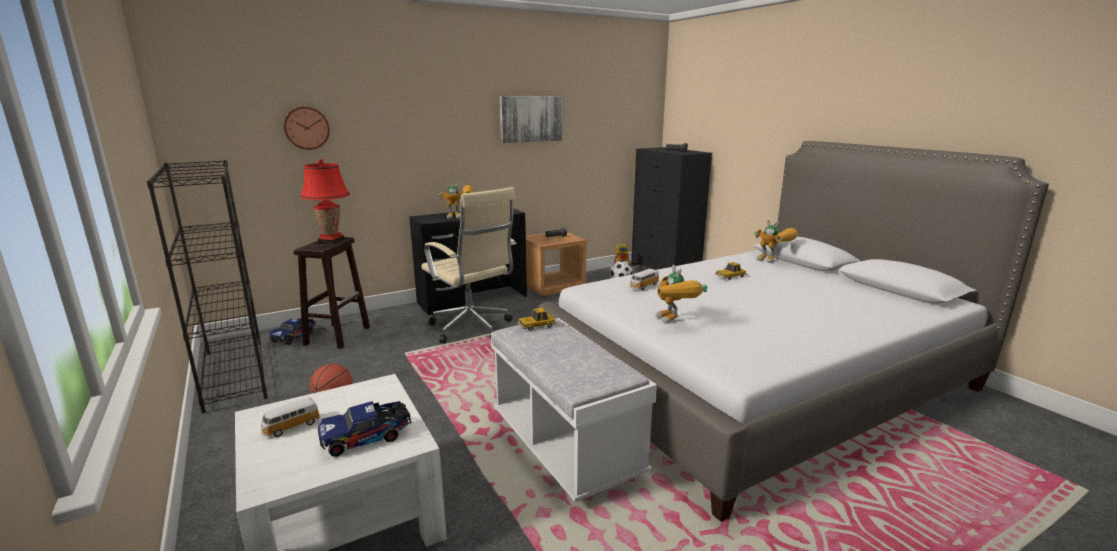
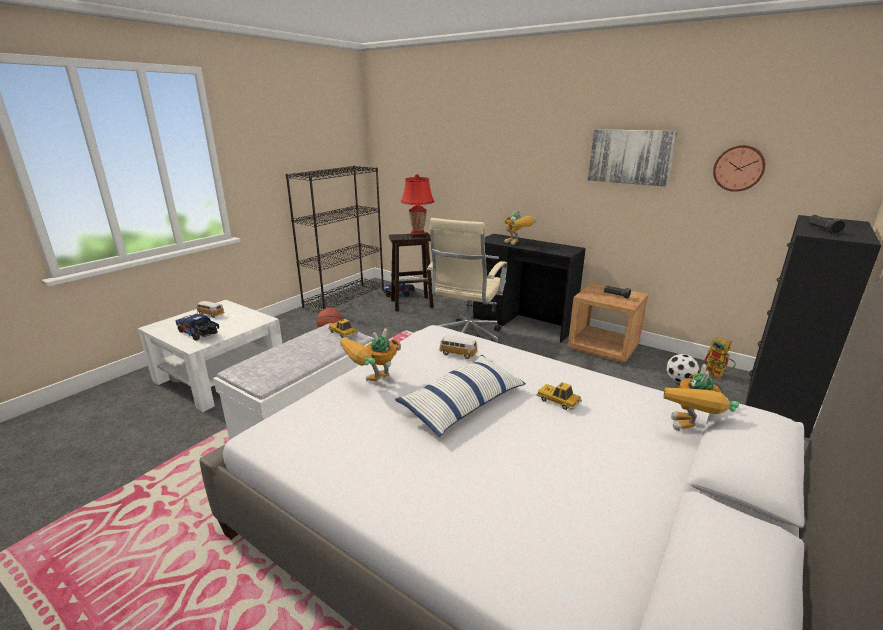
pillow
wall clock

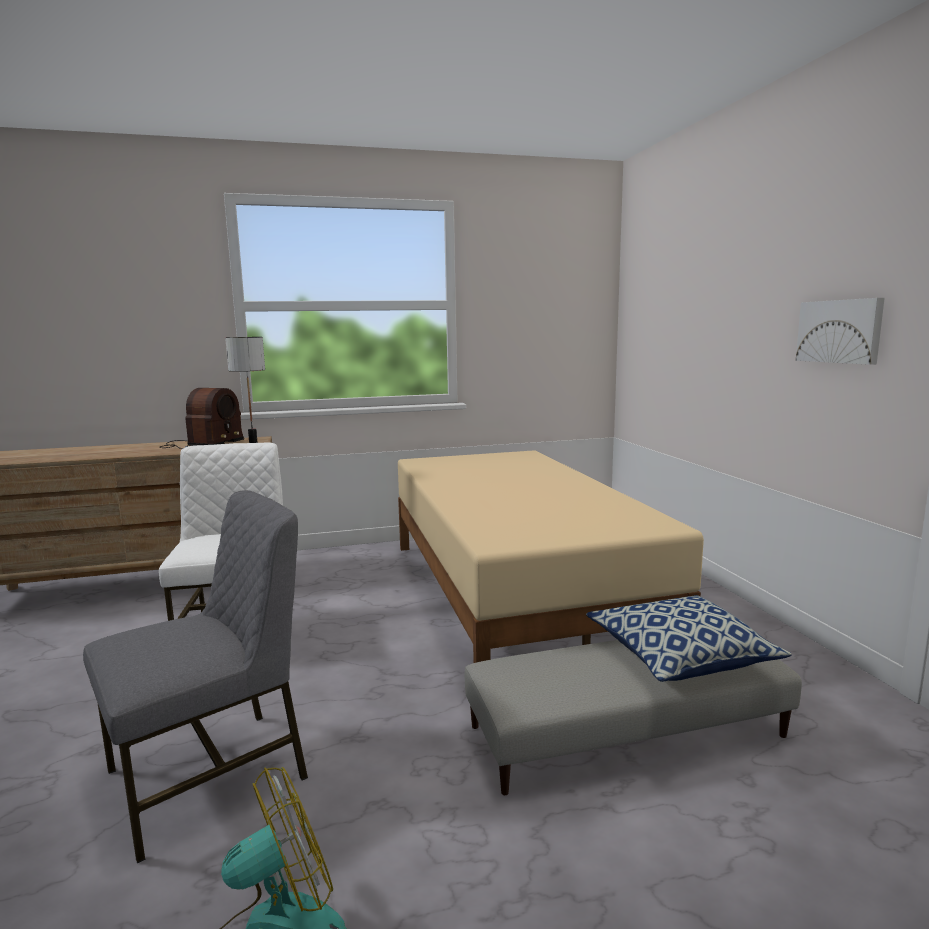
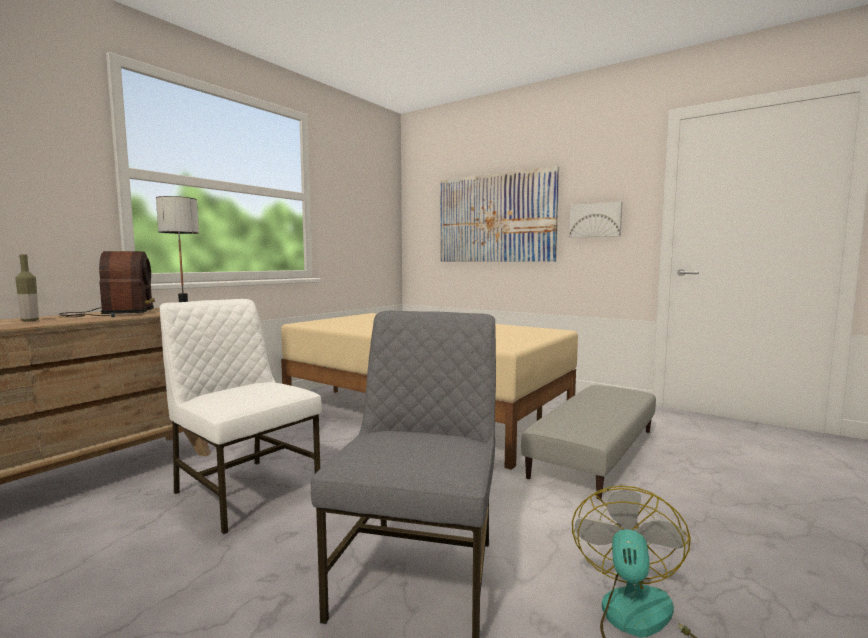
bottle
picture (1st from left)
pillow

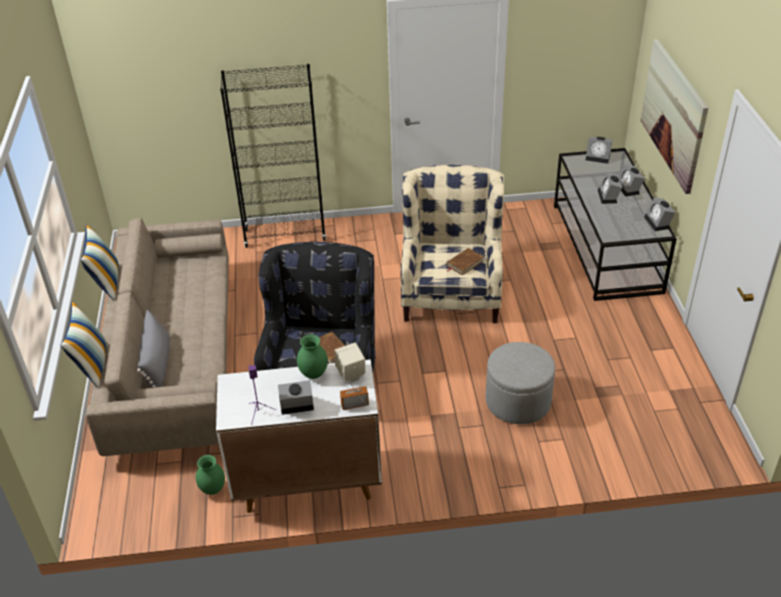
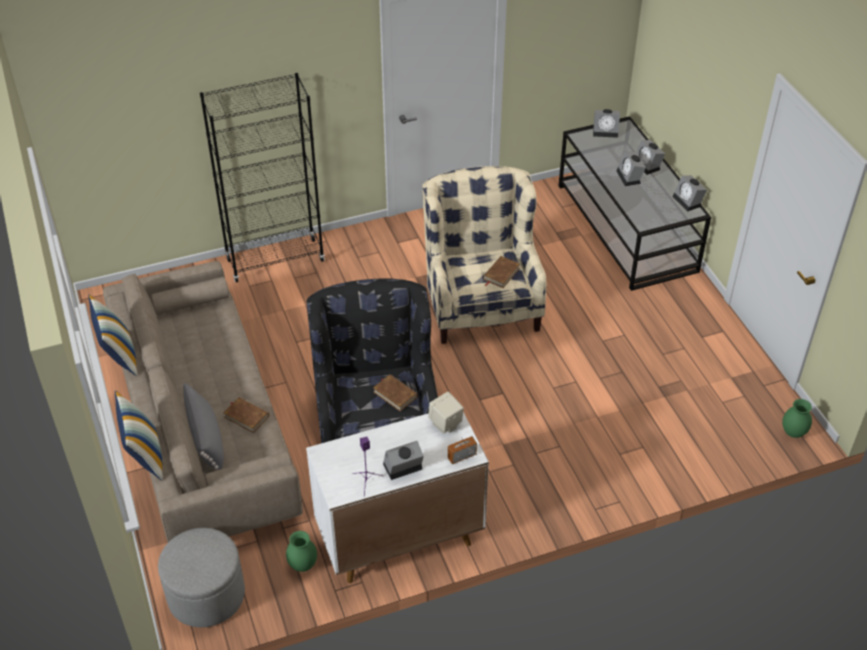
ottoman in grey
book in brown (1st from left)
vase in green (2nd from left)
picture

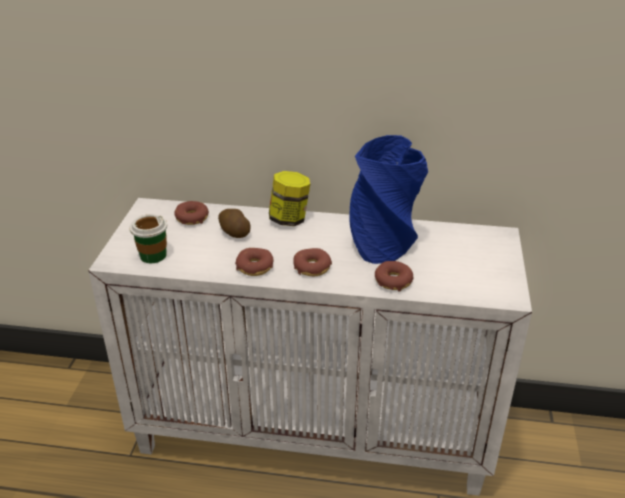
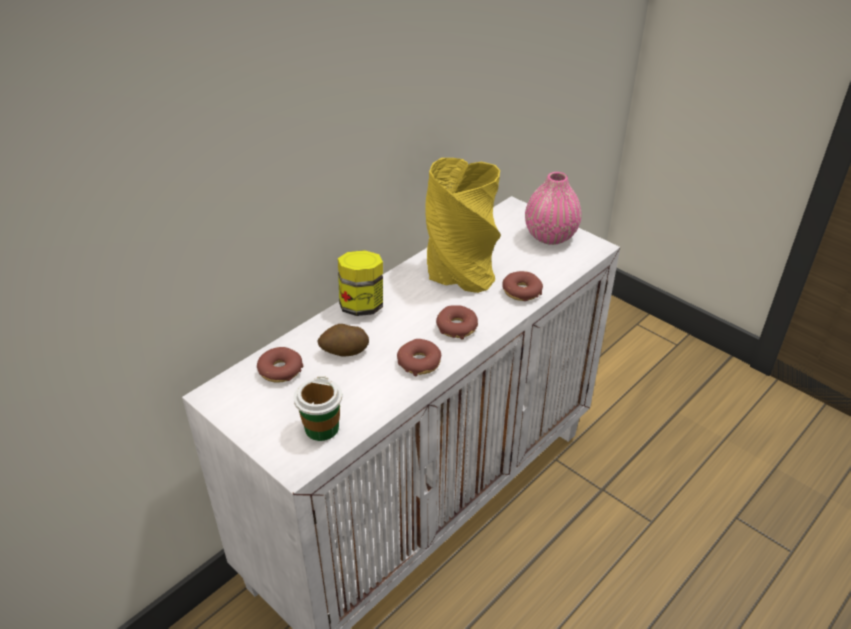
vase in yellow
vase in pink

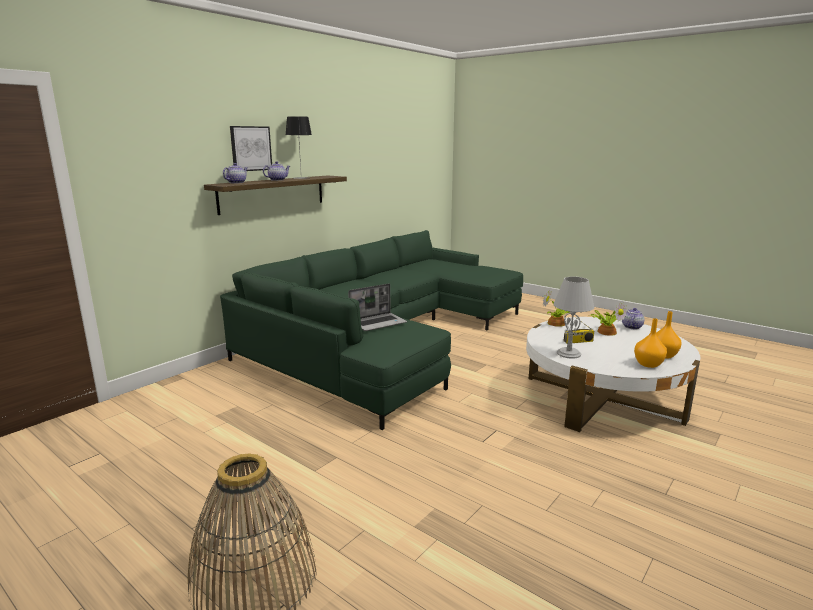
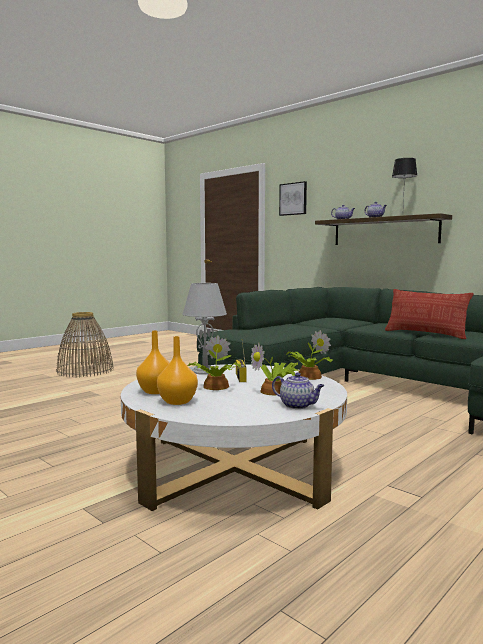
potted plant (1st from left)
picture
pillow
laptop

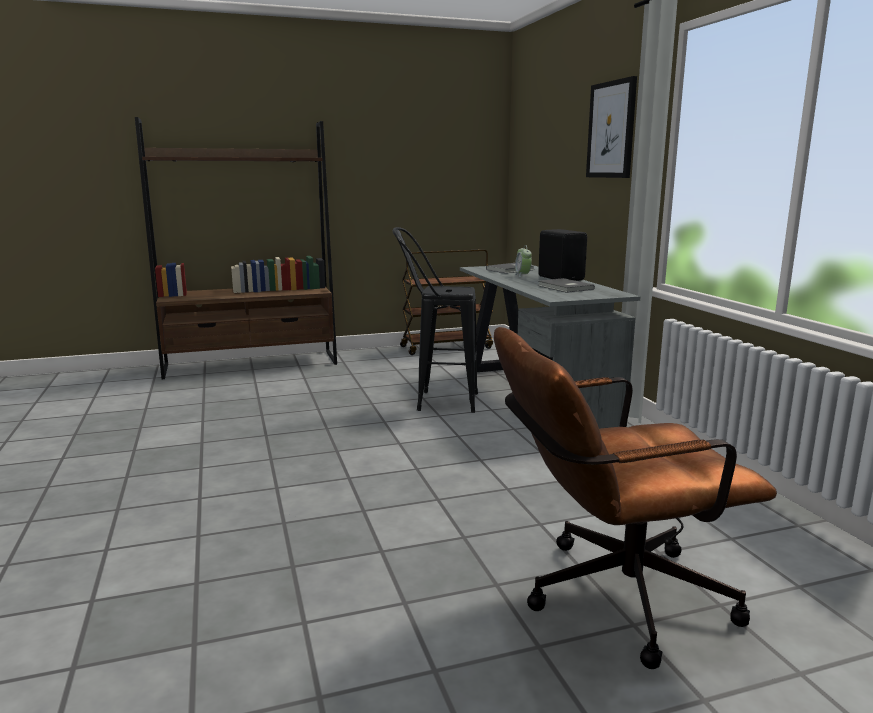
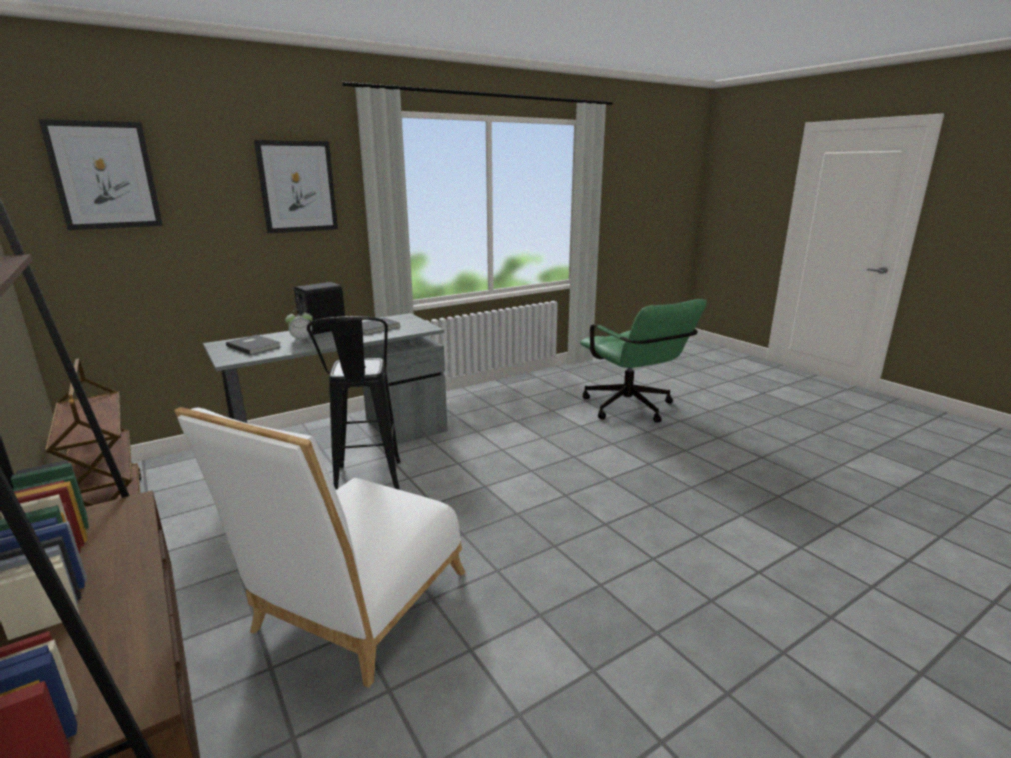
picture (1st from left)
chair in white
office chair in green

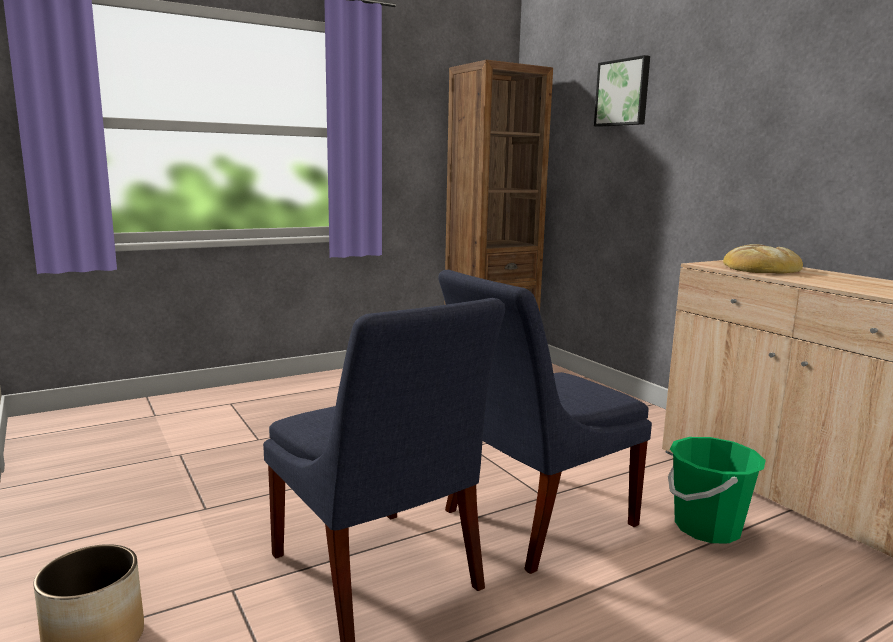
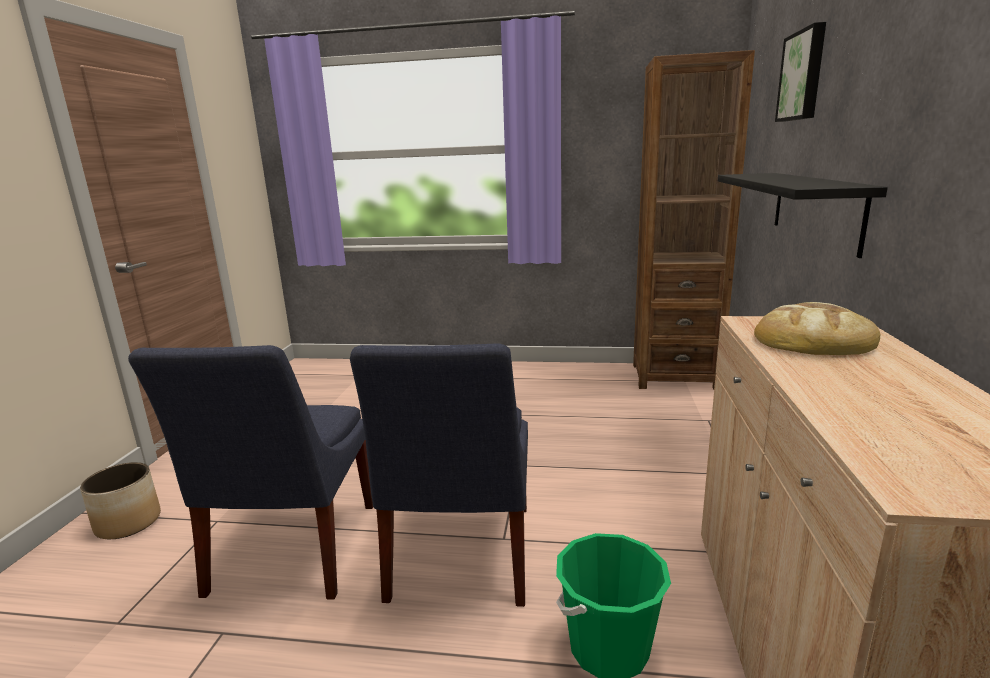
chair in blue (2nd from left)
shelf in black

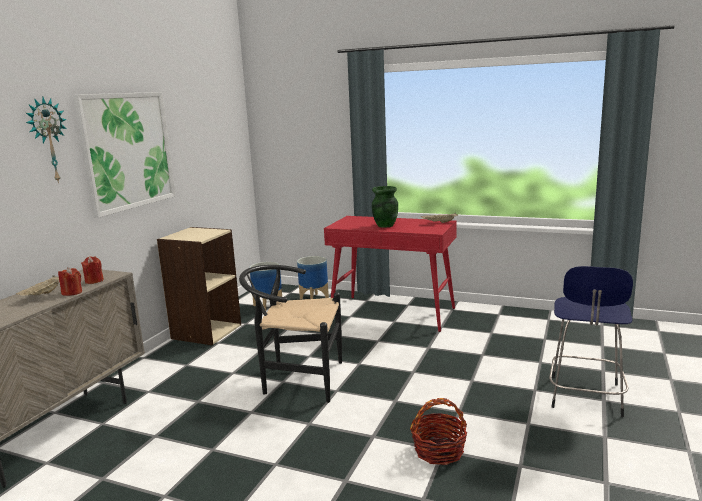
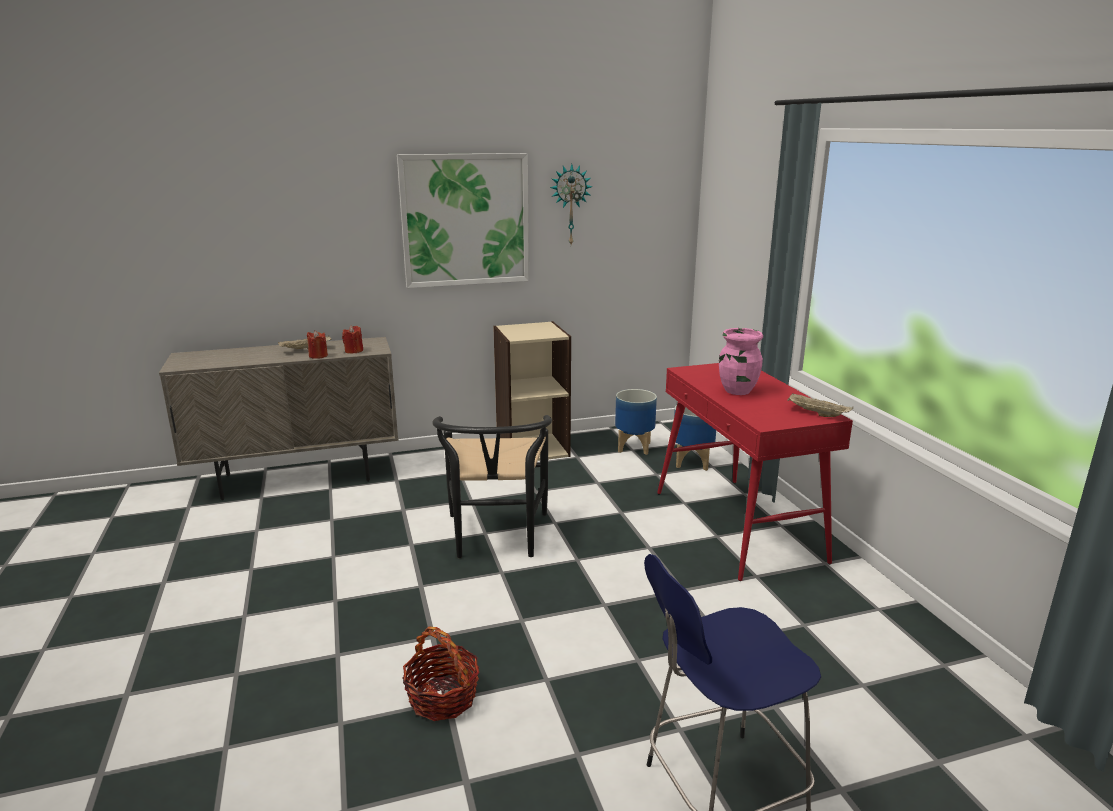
chair in black
wall clock
vase in pink

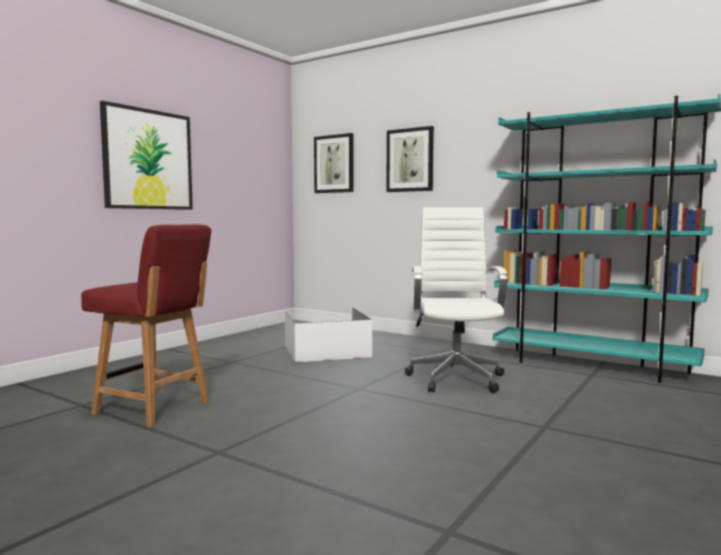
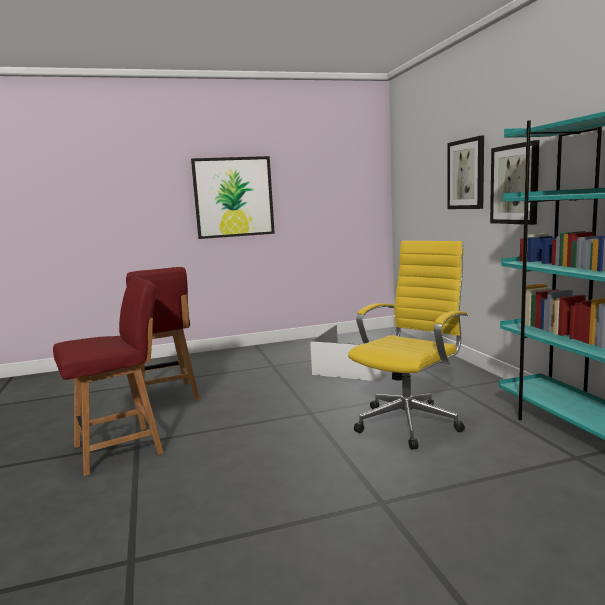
chair in red (1st from left)
office chair in yellow
picture (3rd from left)

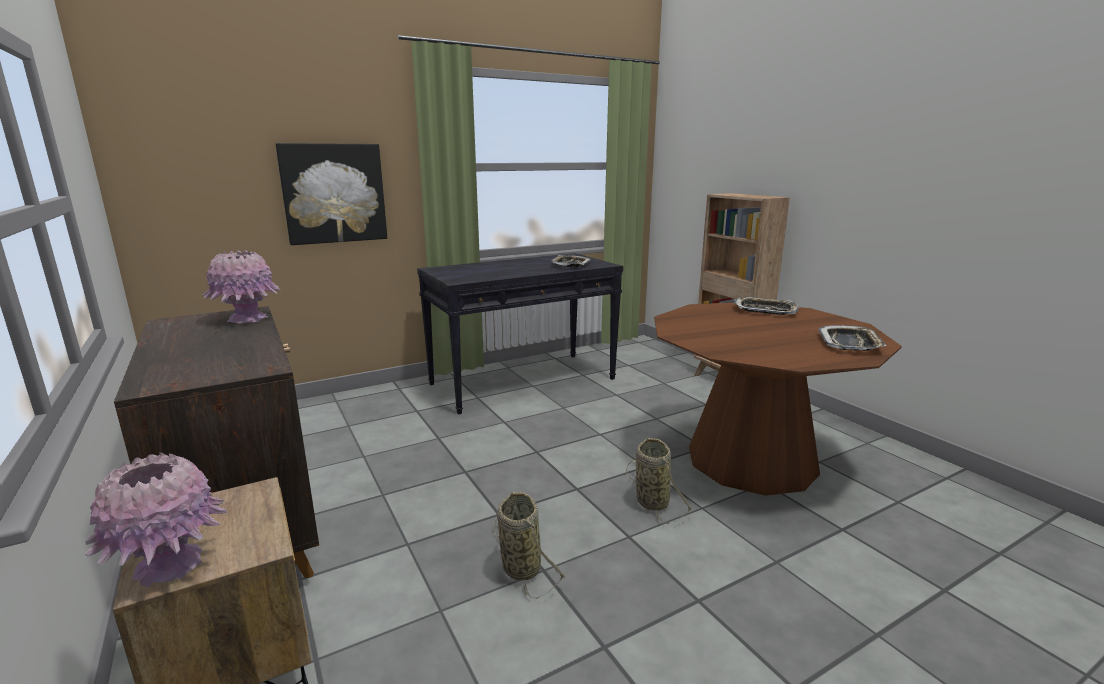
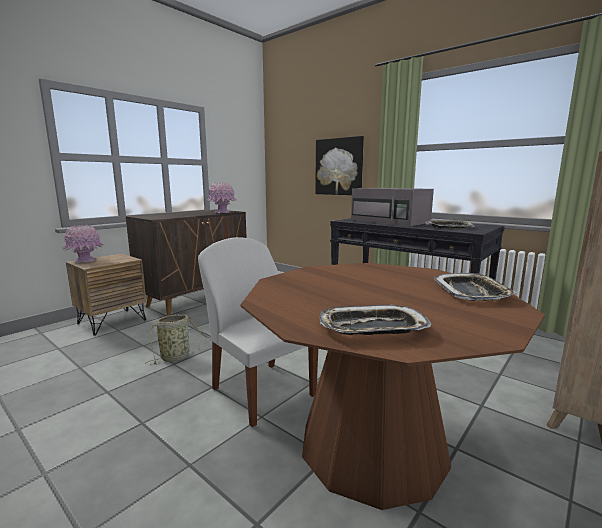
chair in white
microwave in grey

